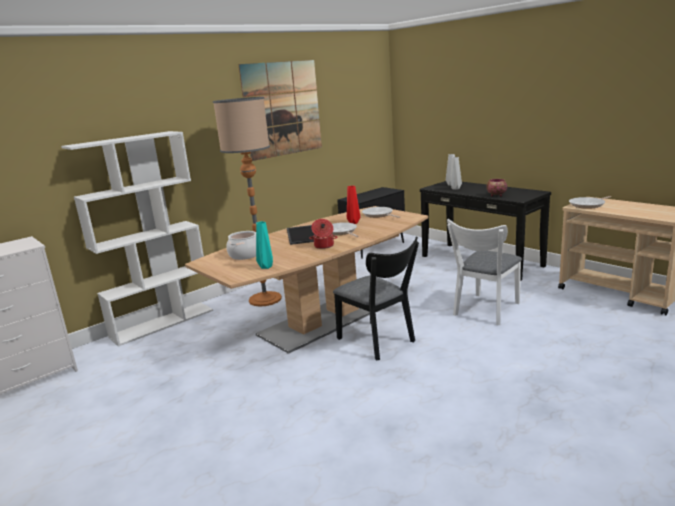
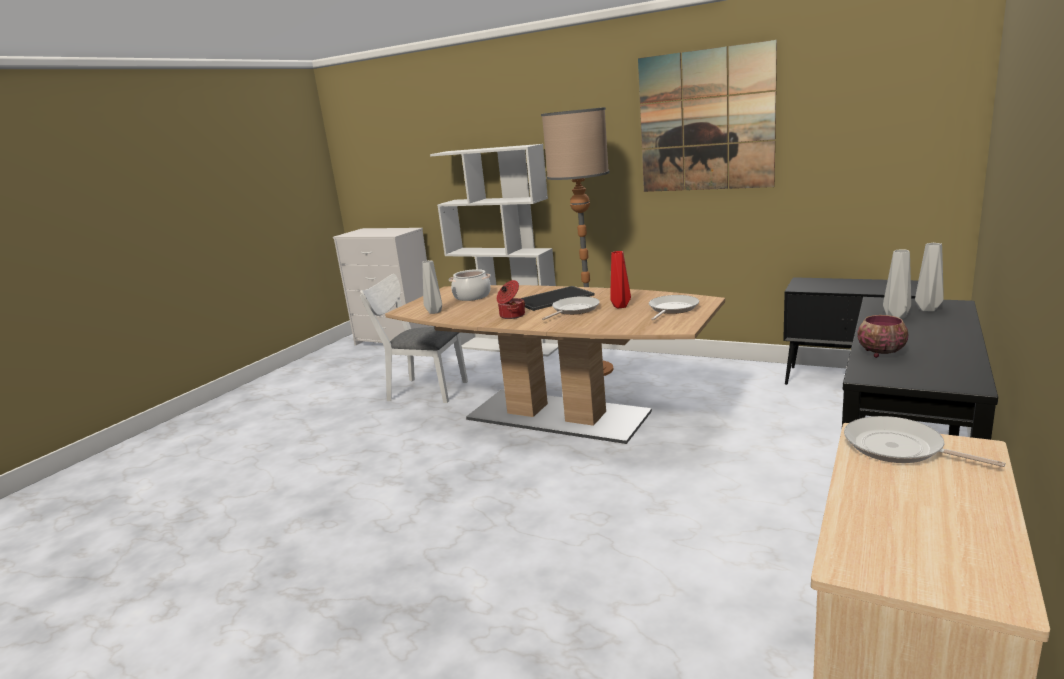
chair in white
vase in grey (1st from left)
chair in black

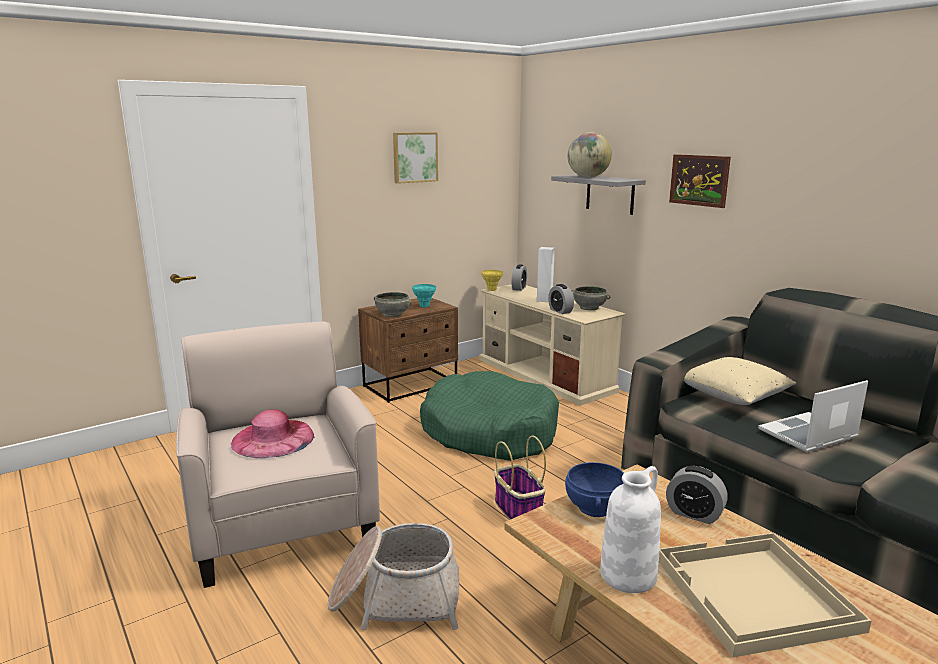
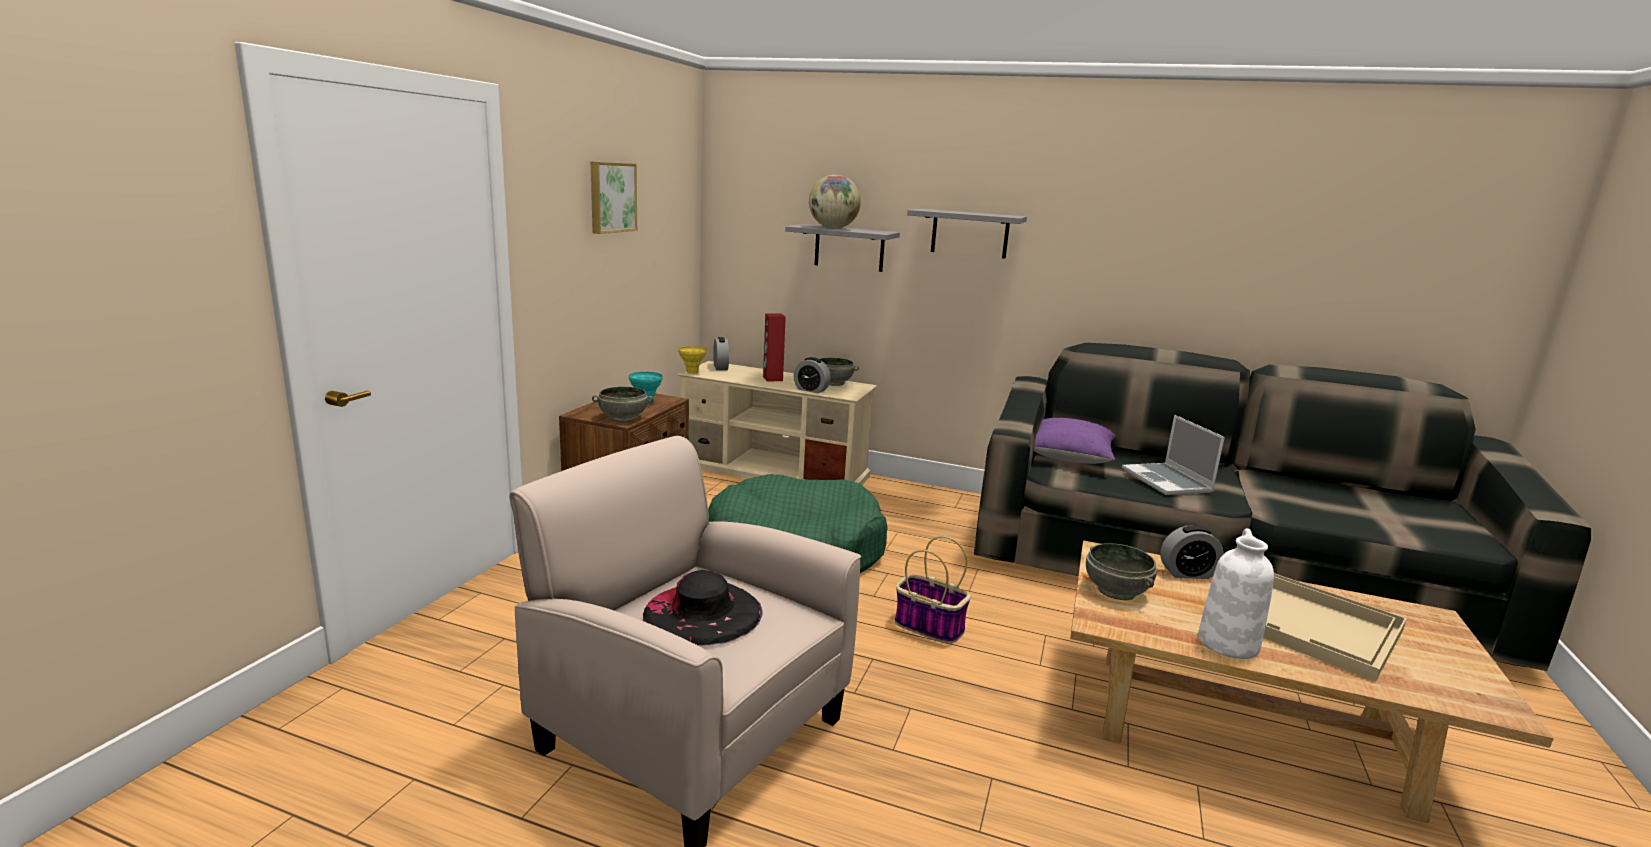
hat in black
speaker in red
shelf in grey (2nd from left)
pillow in purple
bowl in grey (3rd from left)
laptop
basket (1st from left in the first image)

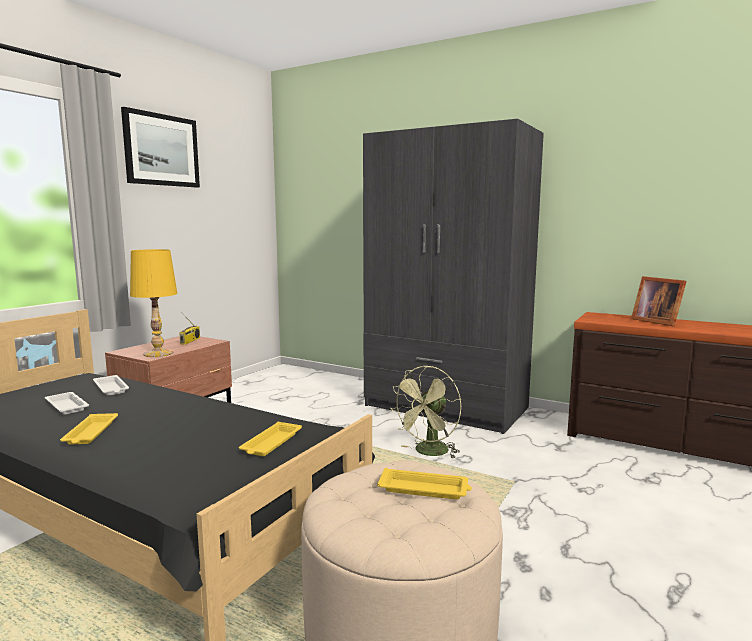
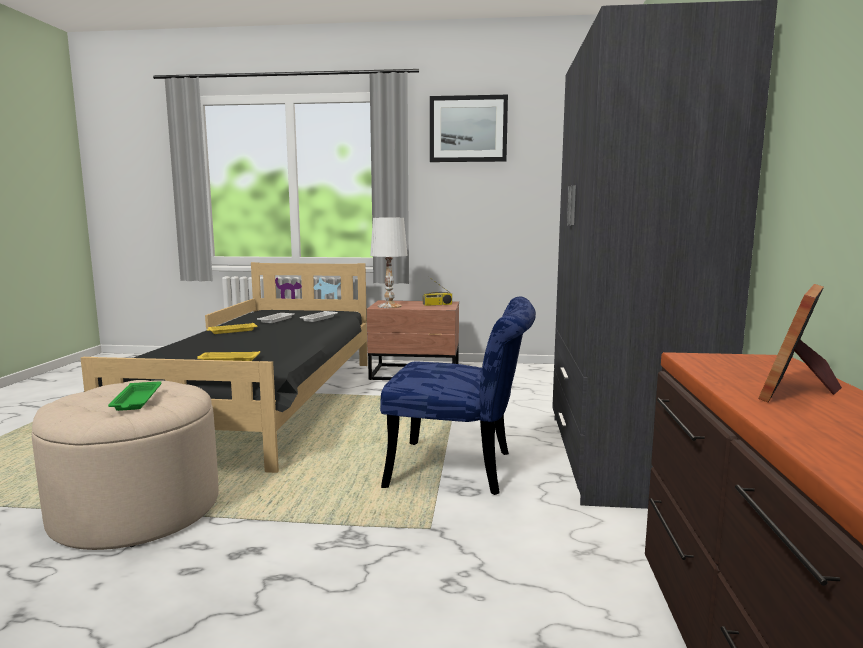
tray in green
table lamp in white
chair in blue

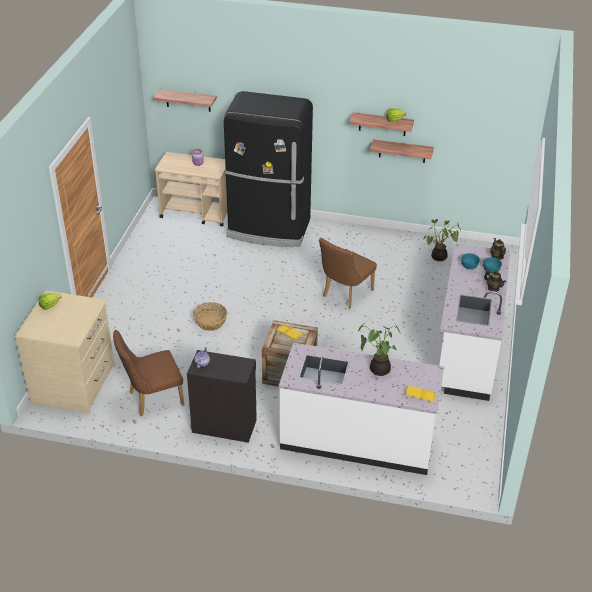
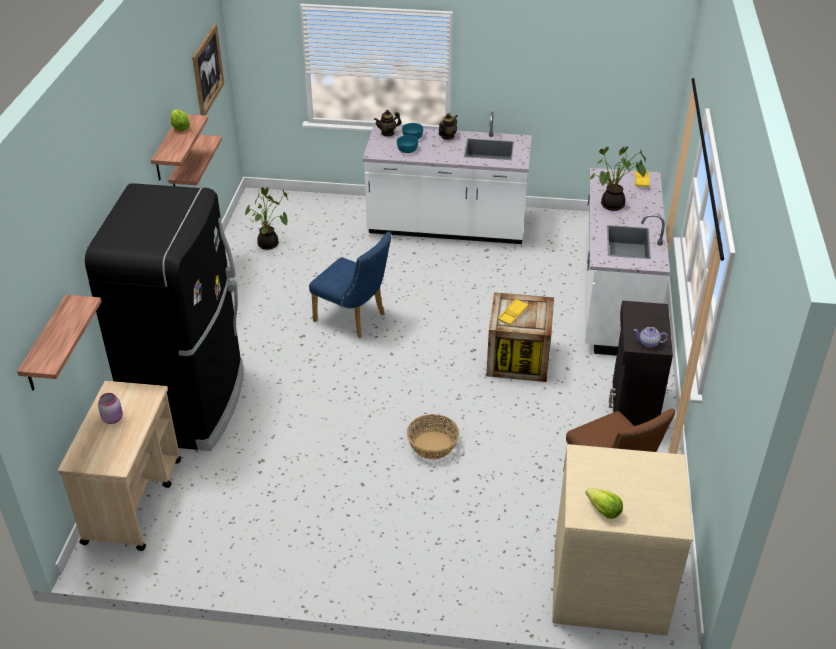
picture
chair in blue

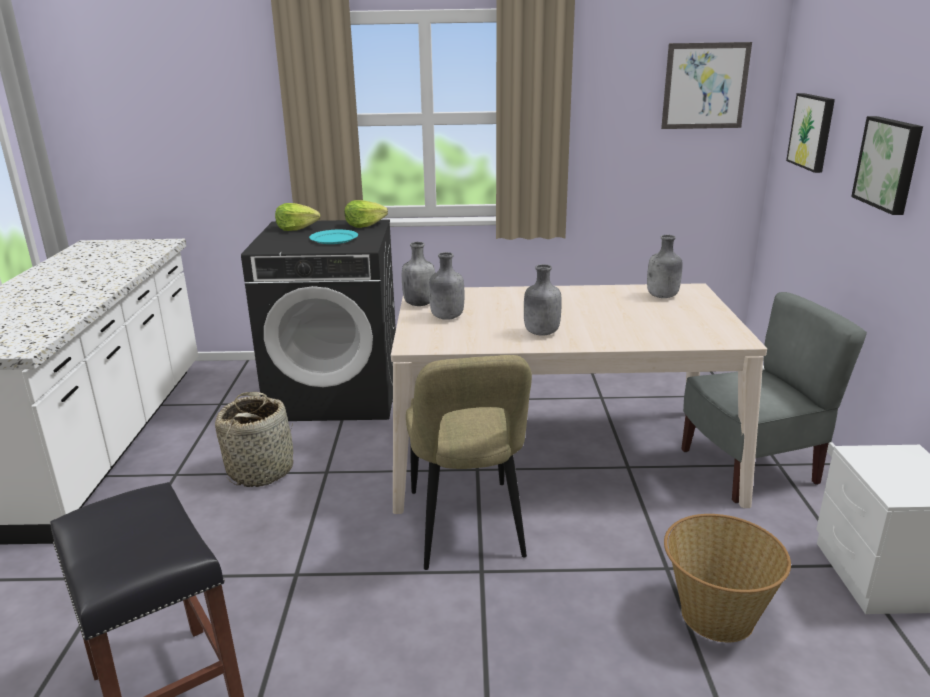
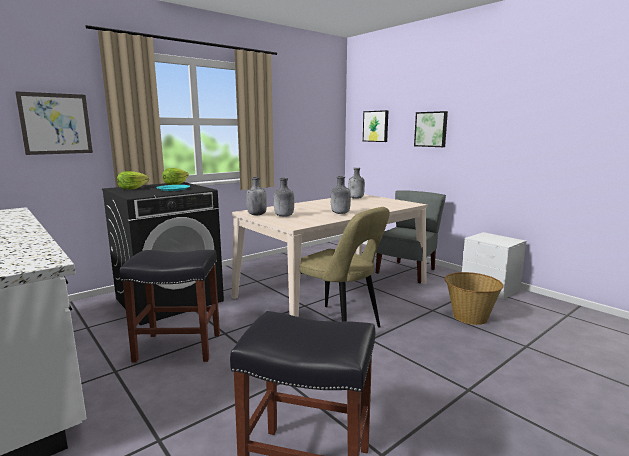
picture (1st from left)
stool in black (1st from left)

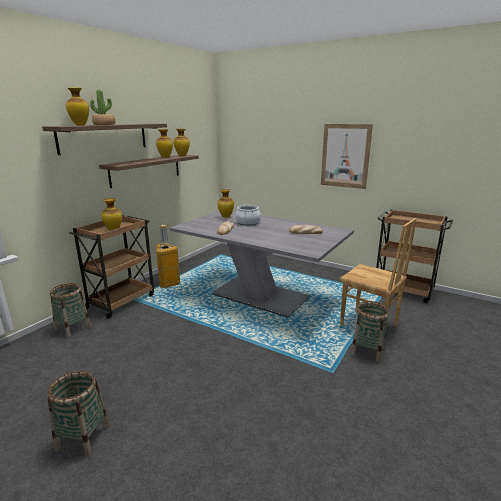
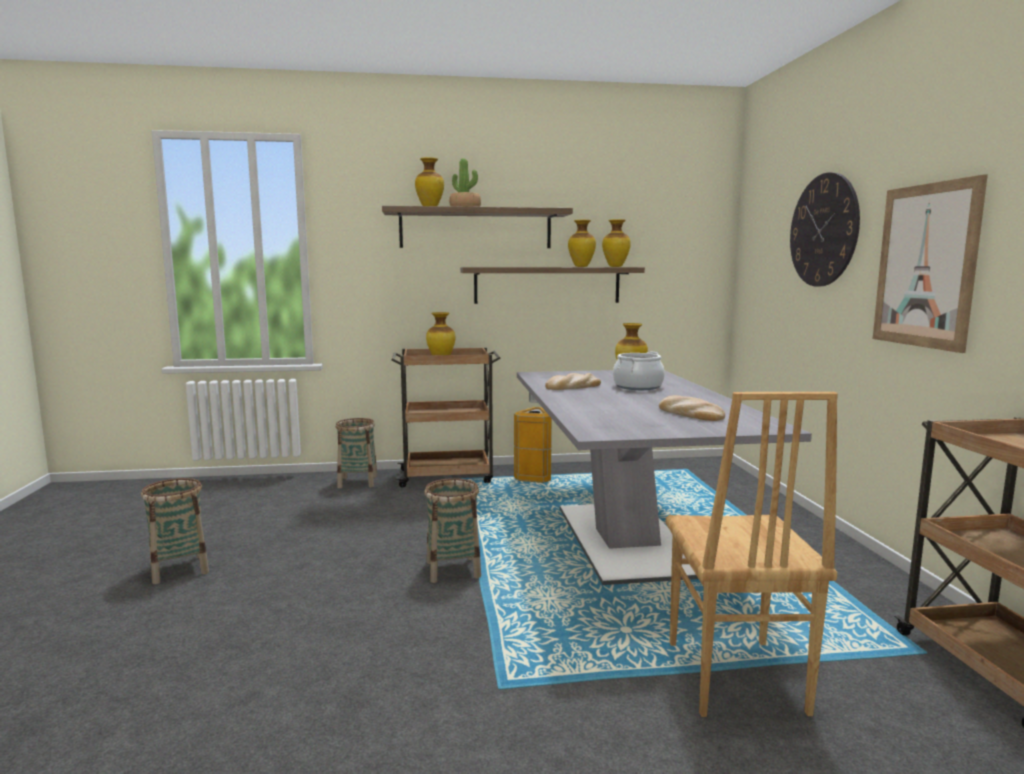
basket (3rd from left)
wall clock

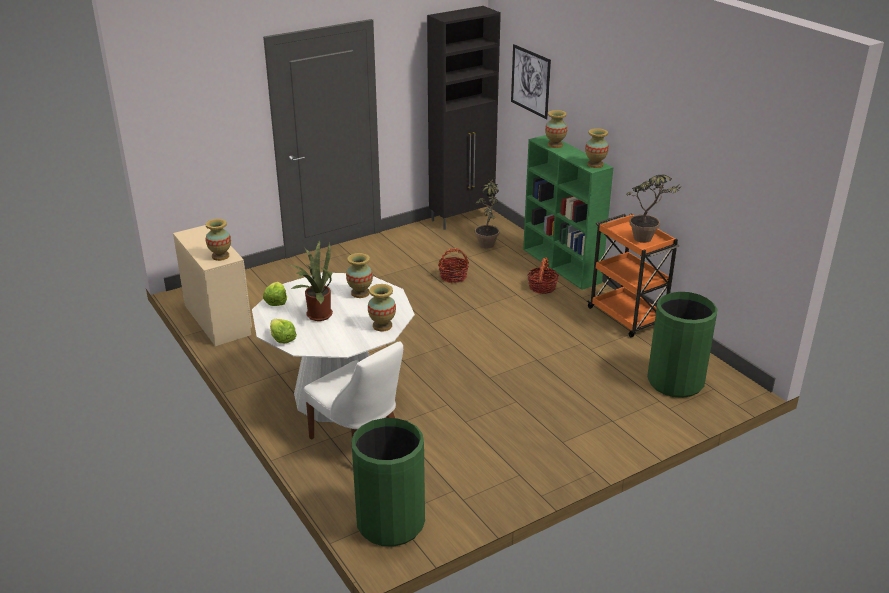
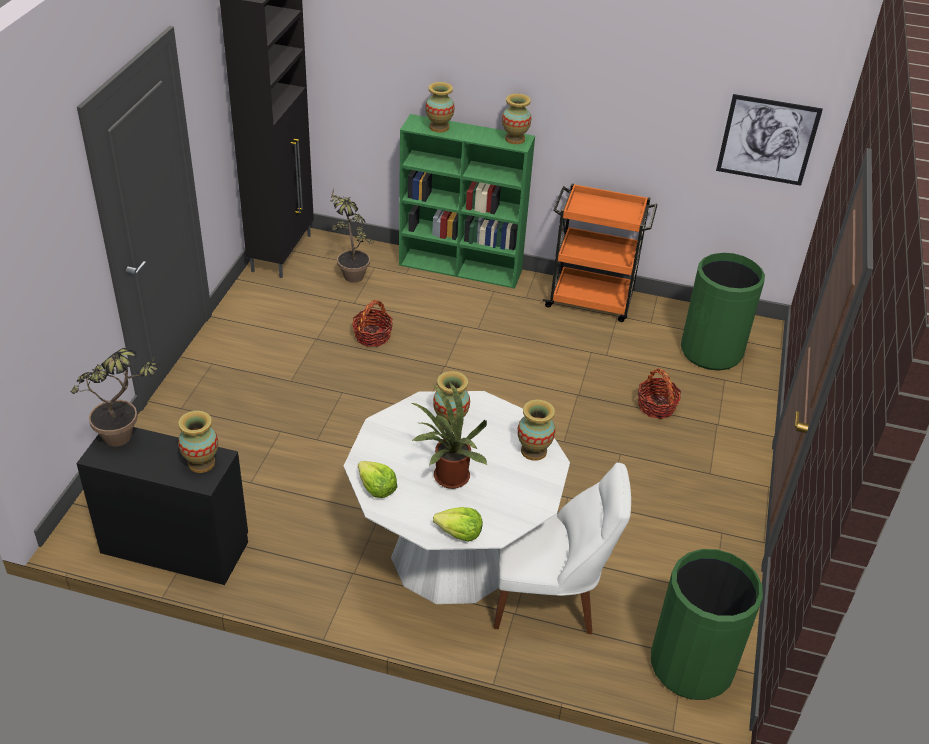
potted plant (1st from left)
dresser in black
basket (2nd from left)
picture

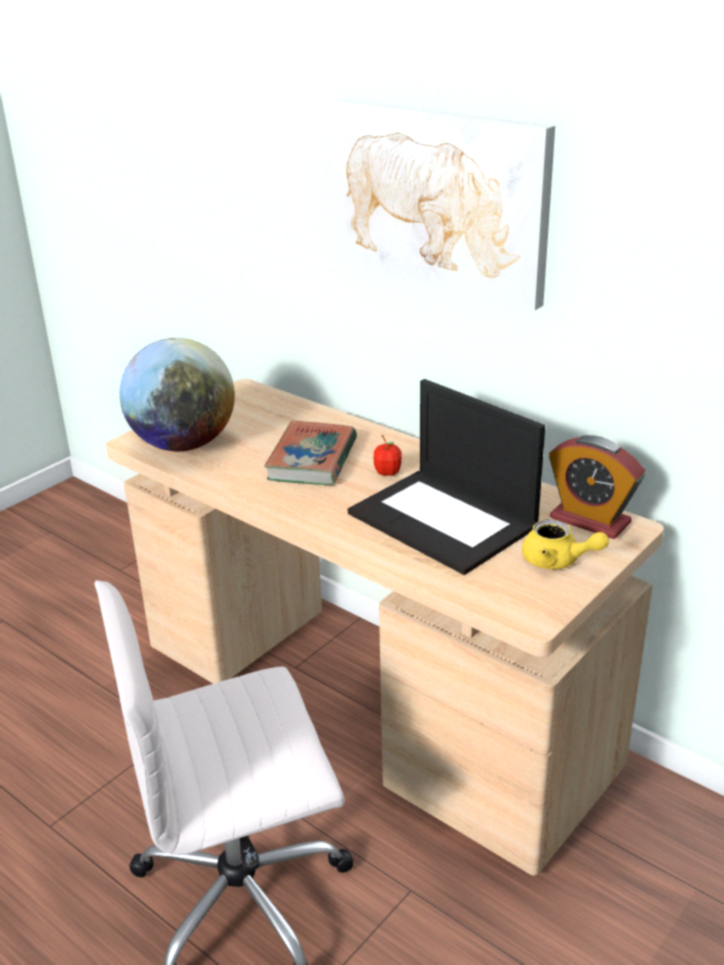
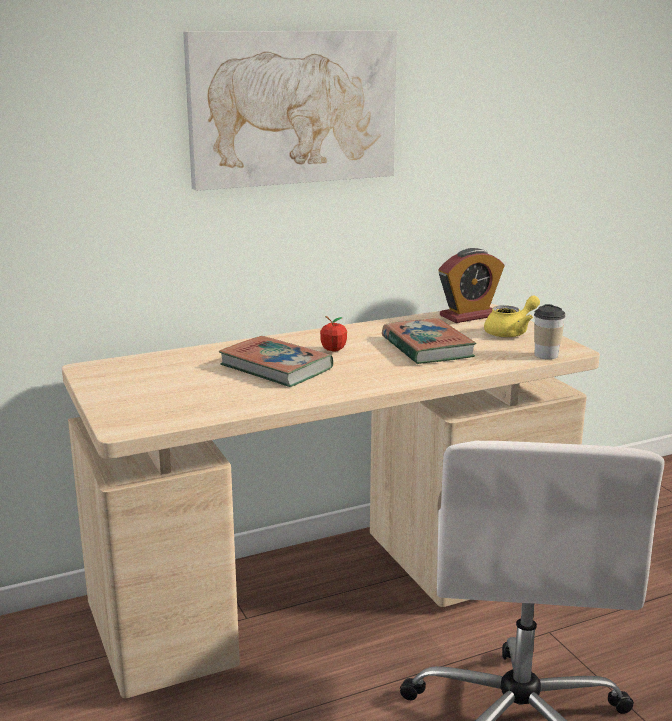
book (2nd from left)
cup
globe

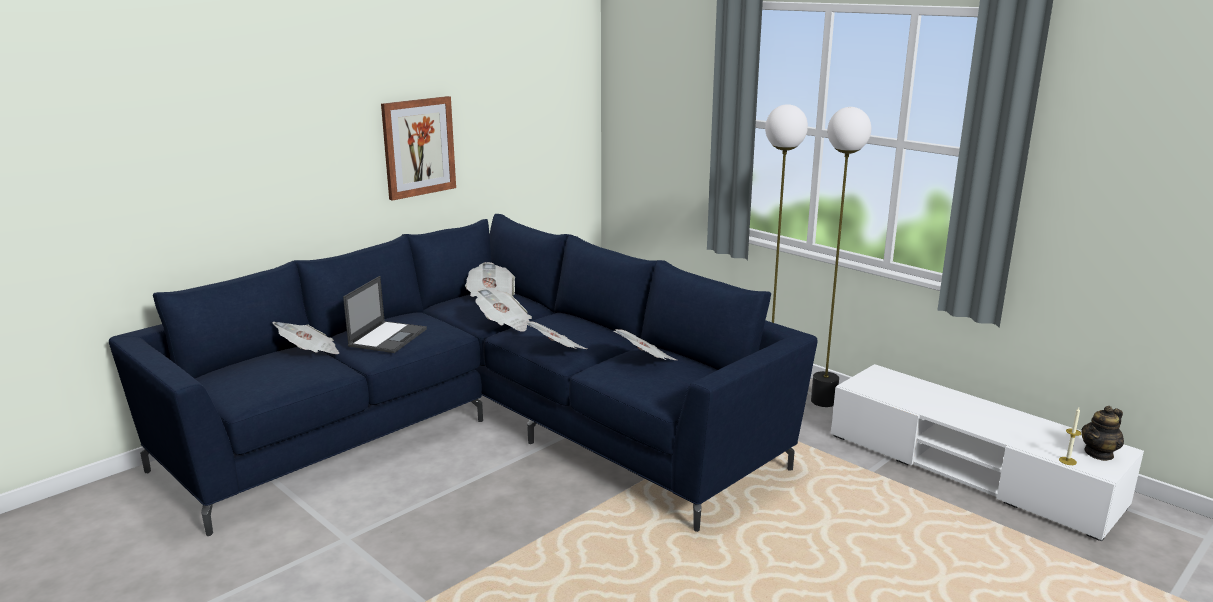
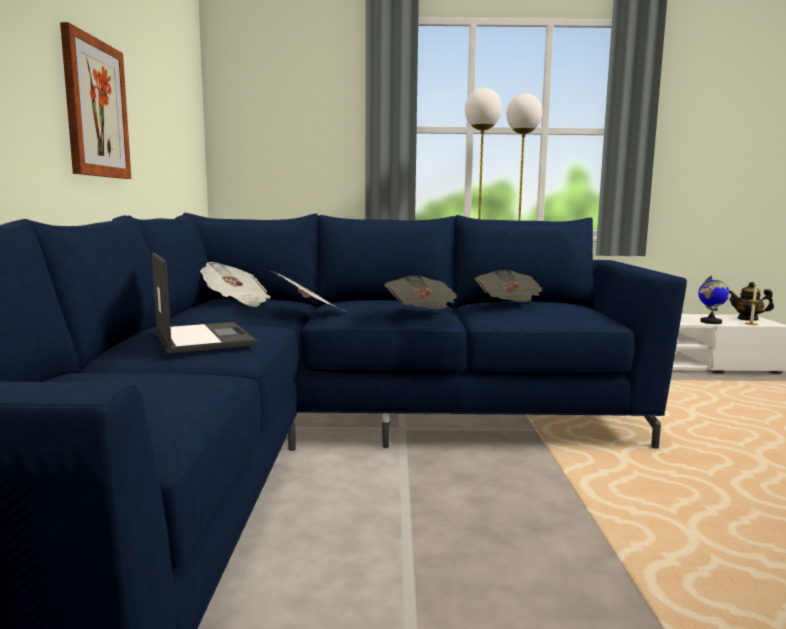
globe
teapot
newspaper (1st from left in the first image)

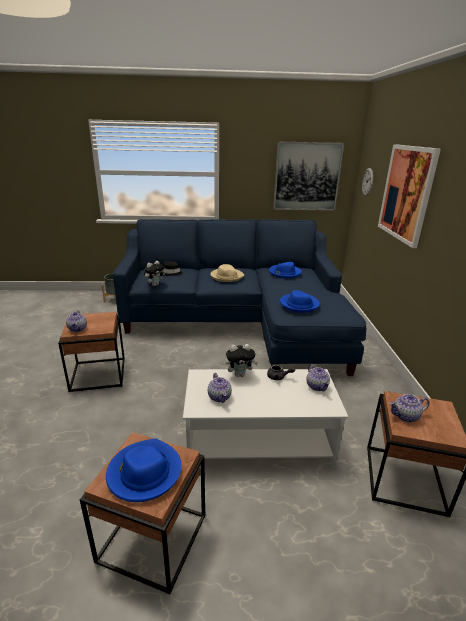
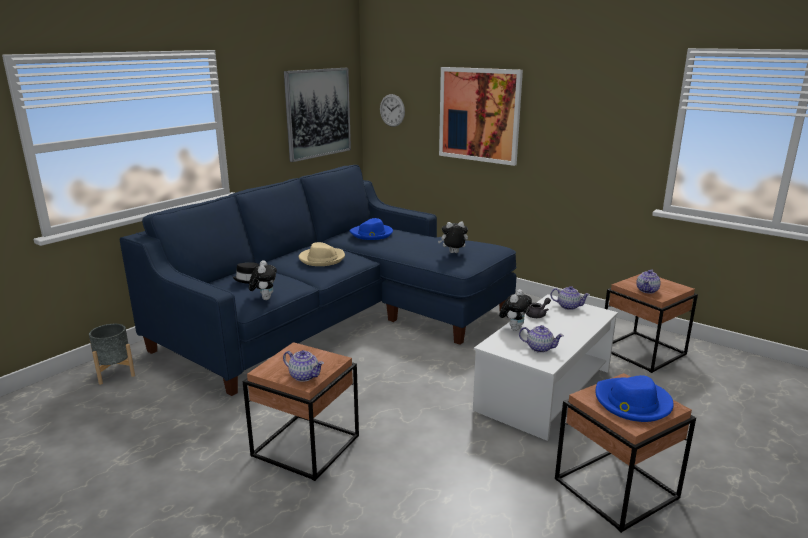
plush toy (2nd from left)

